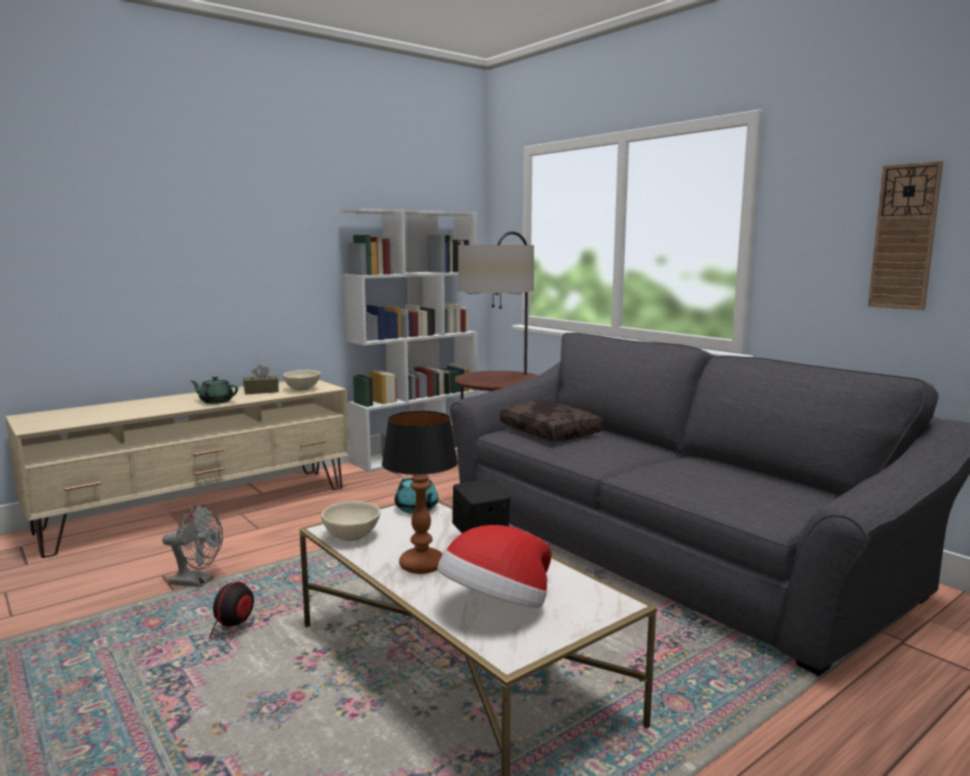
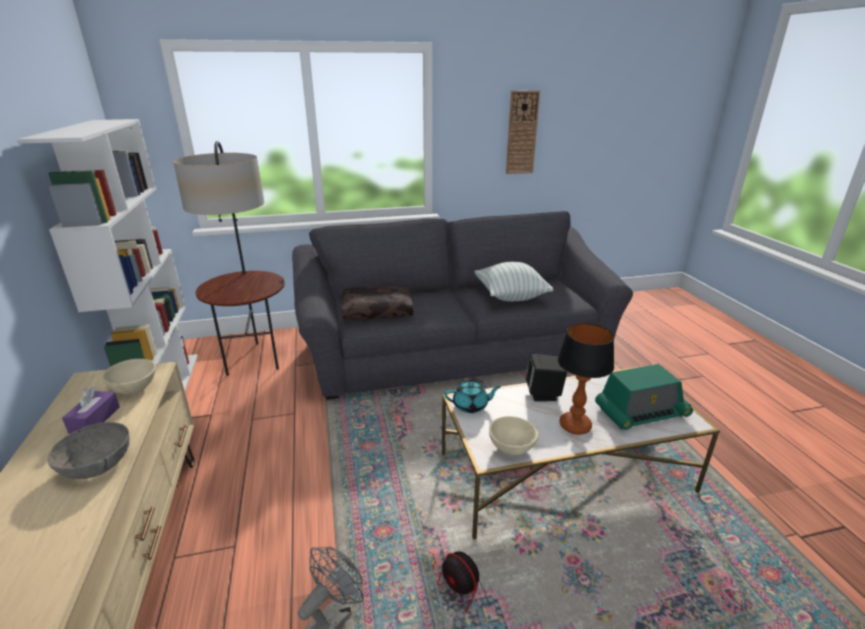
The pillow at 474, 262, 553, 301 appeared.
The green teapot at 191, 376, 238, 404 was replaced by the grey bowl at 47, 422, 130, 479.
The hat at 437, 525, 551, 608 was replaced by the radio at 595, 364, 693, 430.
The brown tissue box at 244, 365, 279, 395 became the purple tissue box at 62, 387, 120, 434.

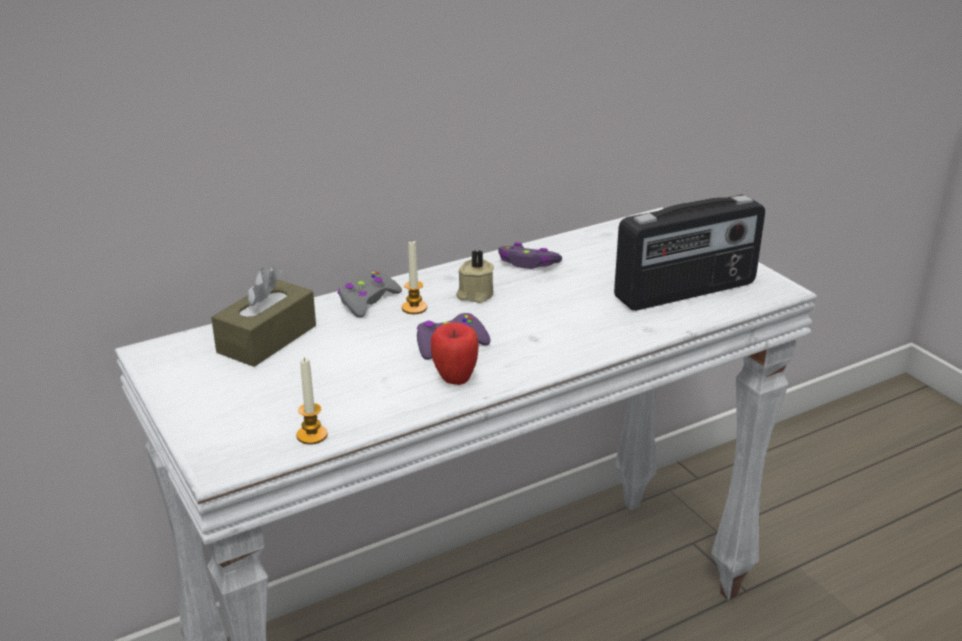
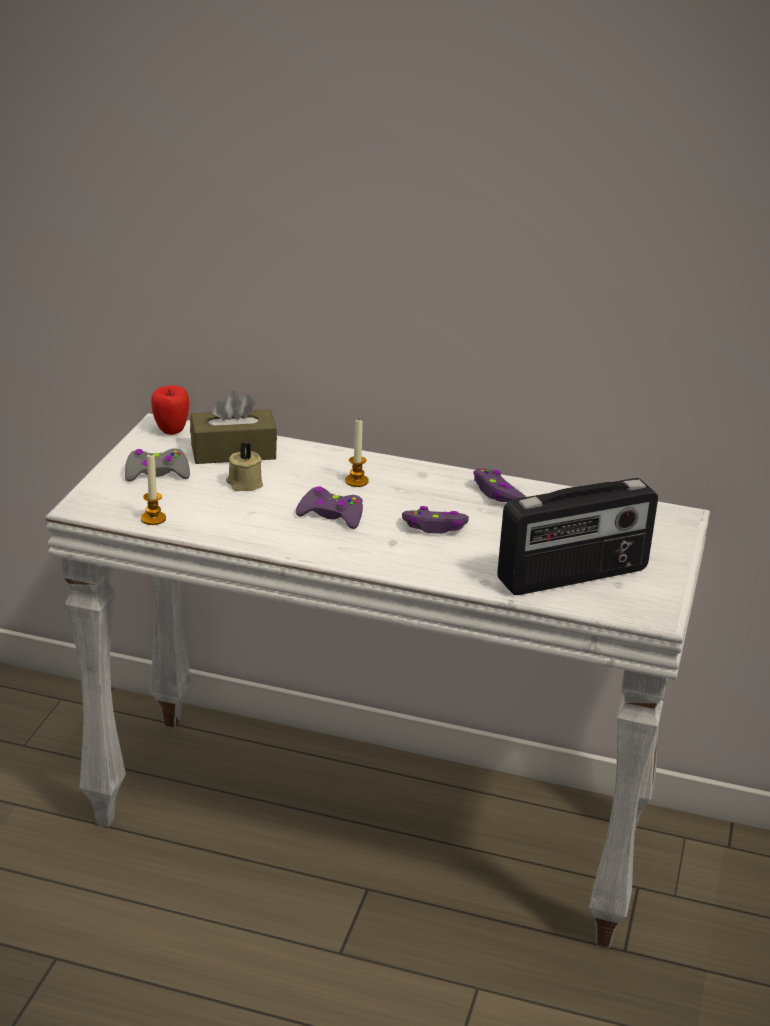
The purple game controller at 402, 506, 469, 534 appeared.
The grey game controller moved from 338, 270, 402, 318 to 125, 448, 190, 481.
The apple moved from 431, 322, 479, 385 to 151, 385, 189, 435.
The beige candle moved from 456, 250, 494, 303 to 226, 443, 263, 491.
The radio at 614, 195, 765, 311 turned 45 degrees counterclockwise.

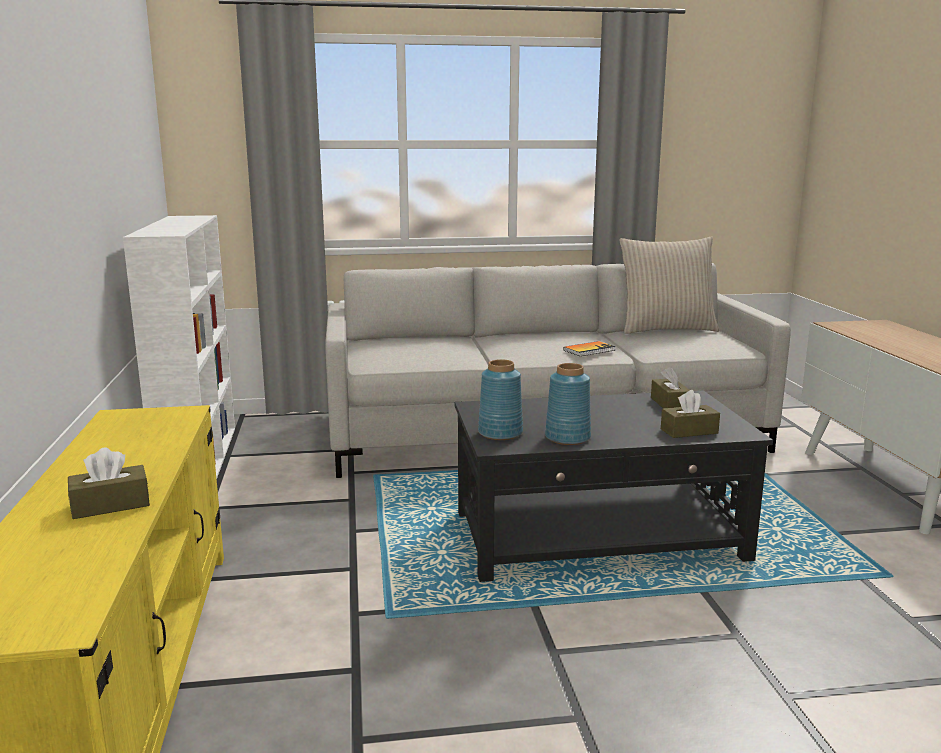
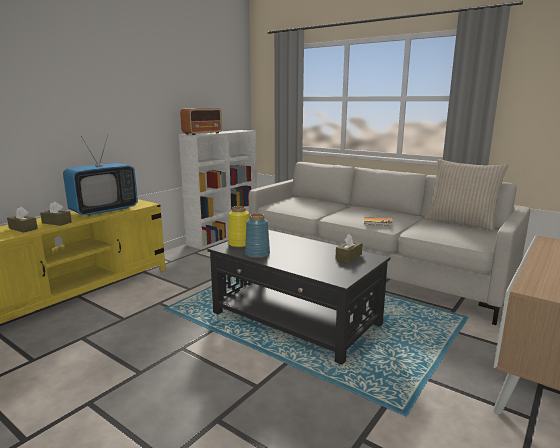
The television at 63, 135, 138, 216 appeared.
The radio at 180, 108, 222, 135 appeared.
The brown tissue box moved from 661, 390, 720, 438 to 7, 207, 38, 233.
The blue vase at 478, 359, 523, 440 became the yellow vase at 228, 206, 249, 247.

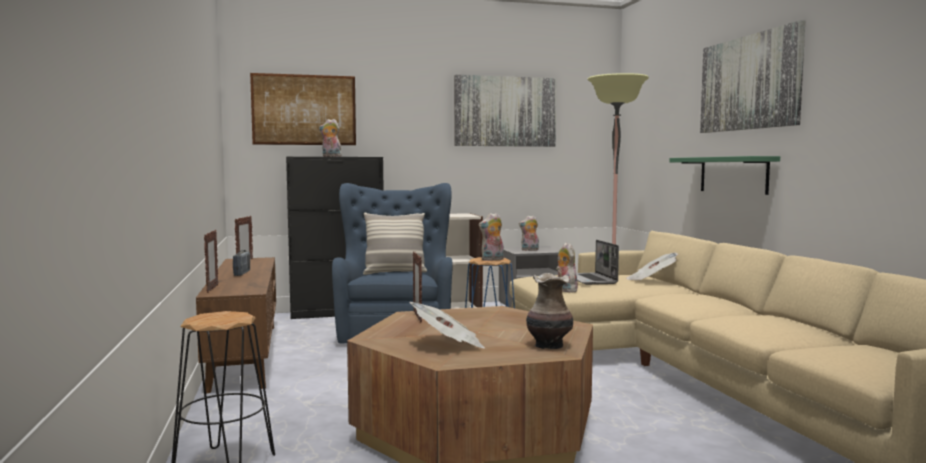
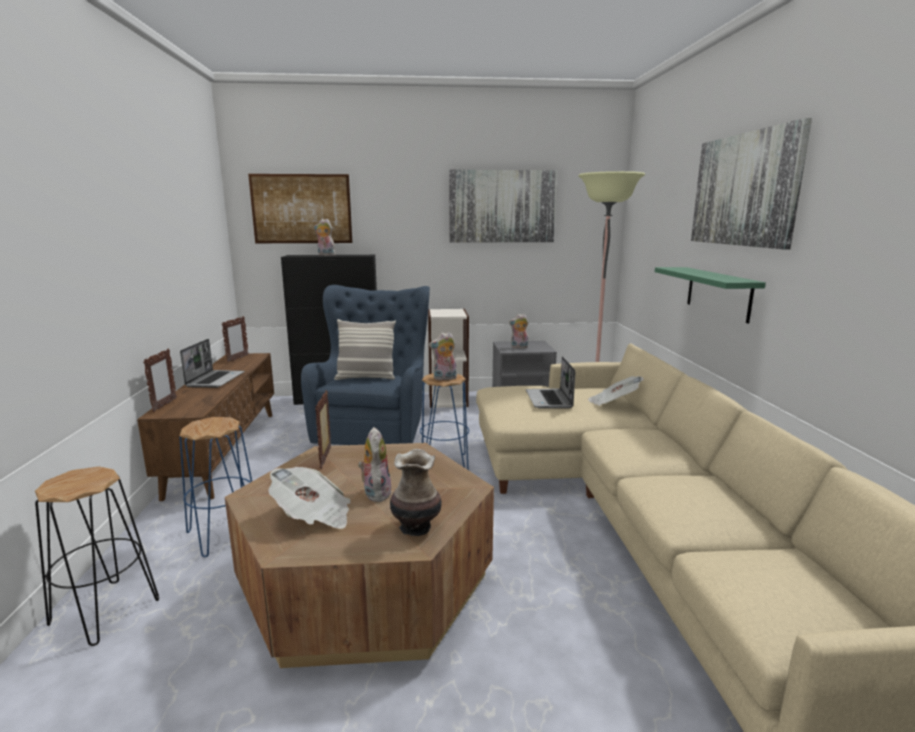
The blue stool at 179, 417, 252, 557 appeared.
The plush toy moved from 556, 243, 578, 293 to 358, 427, 392, 502.
The radio at 233, 250, 250, 276 was replaced by the laptop at 180, 339, 245, 388.

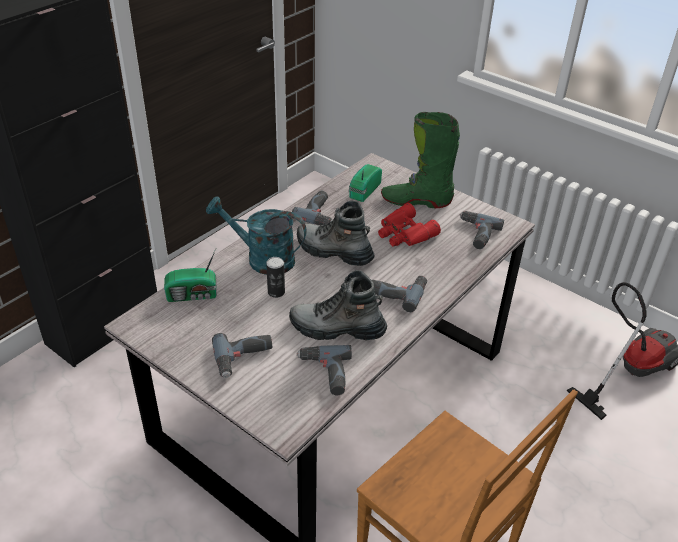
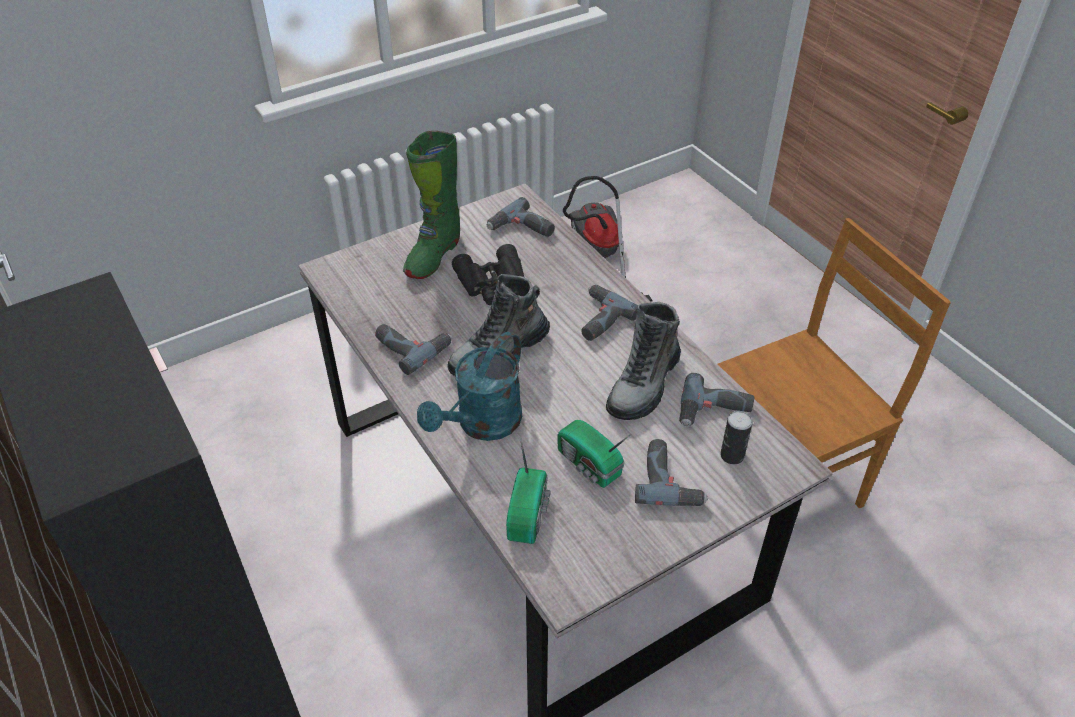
The can moved from 266, 257, 285, 298 to 720, 411, 753, 464.
The radio moved from 349, 164, 382, 202 to 557, 420, 631, 488.
The red binoculars at 378, 203, 441, 247 became the black binoculars at 452, 244, 524, 305.

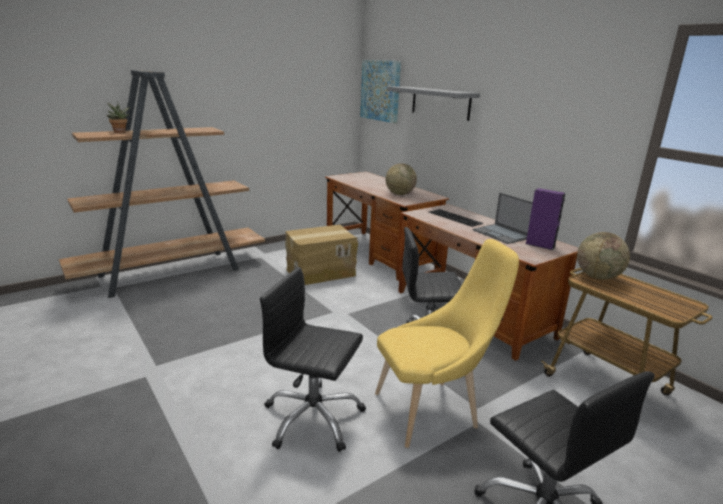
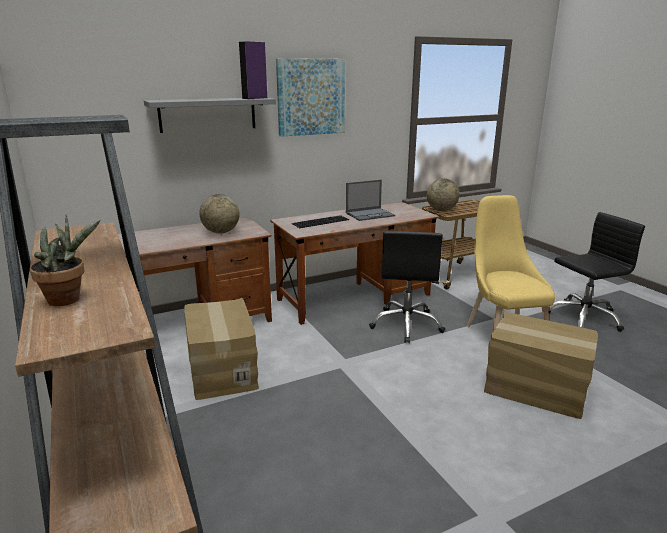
The picture moved from 360, 60, 401, 123 to 276, 58, 345, 137.
The purple speaker moved from 526, 188, 565, 250 to 239, 41, 267, 99.
The black office chair at 260, 267, 366, 452 was replaced by the cardboard box at 484, 312, 598, 419.

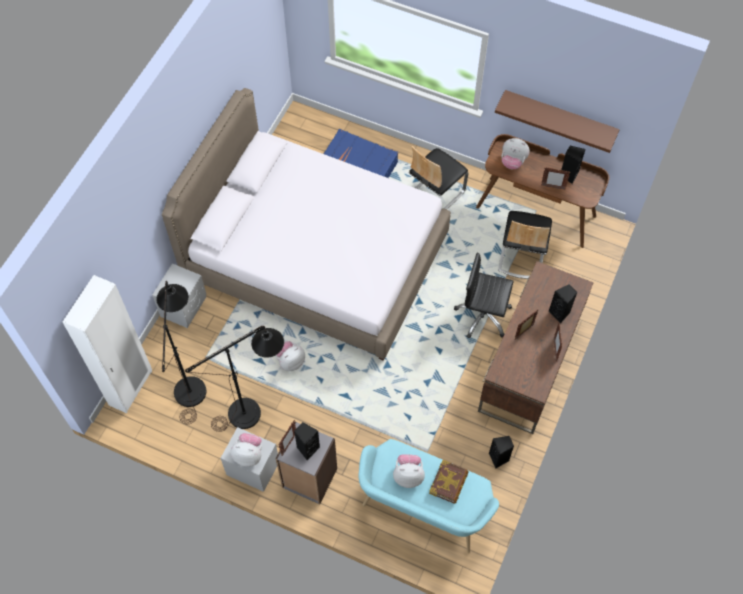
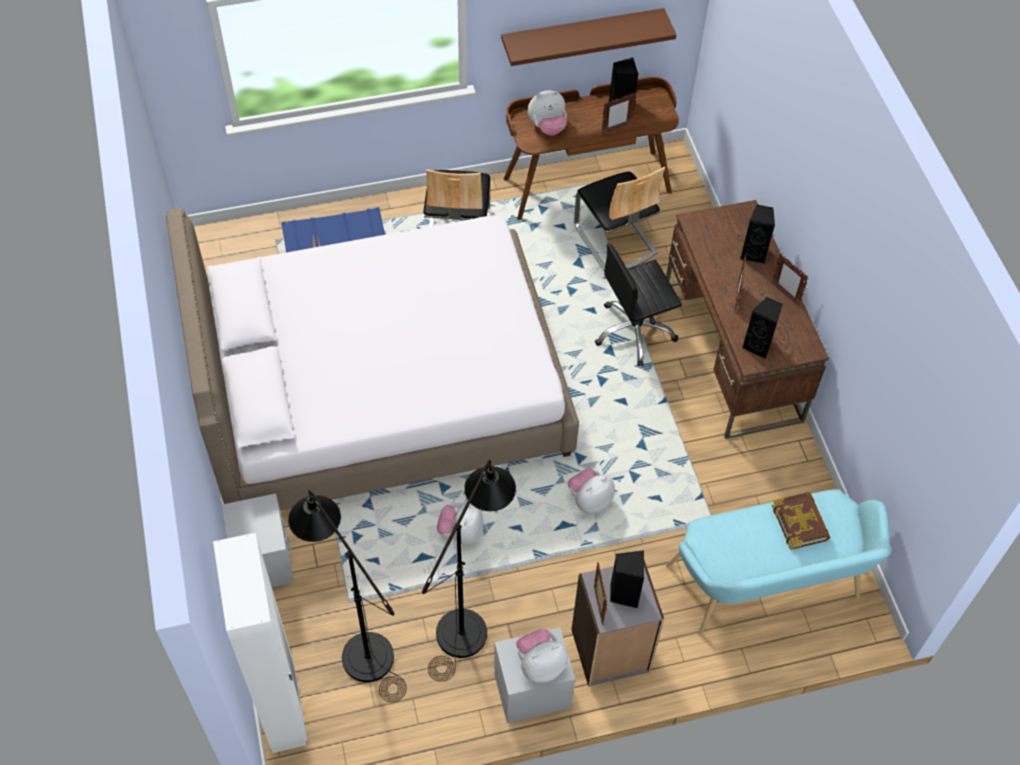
The plush toy moved from 393, 454, 425, 488 to 568, 468, 615, 514.
The black speaker moved from 489, 436, 514, 468 to 742, 297, 783, 359.

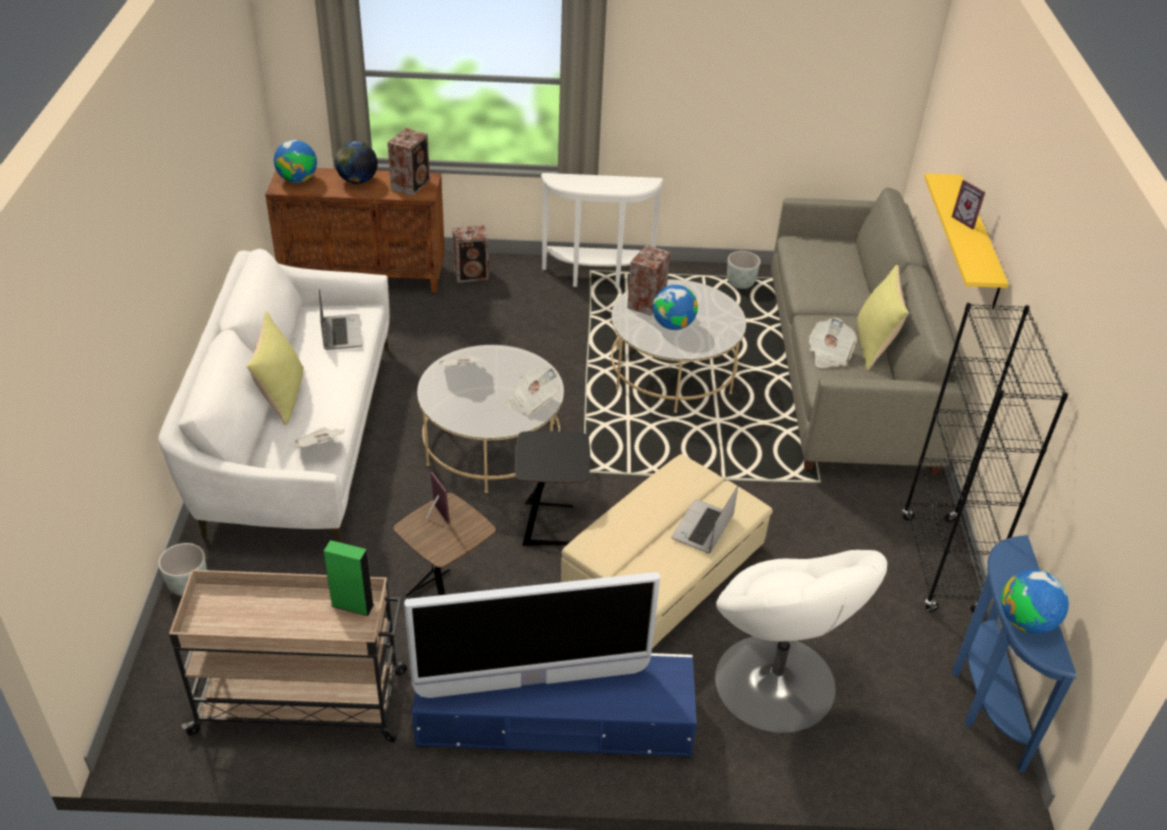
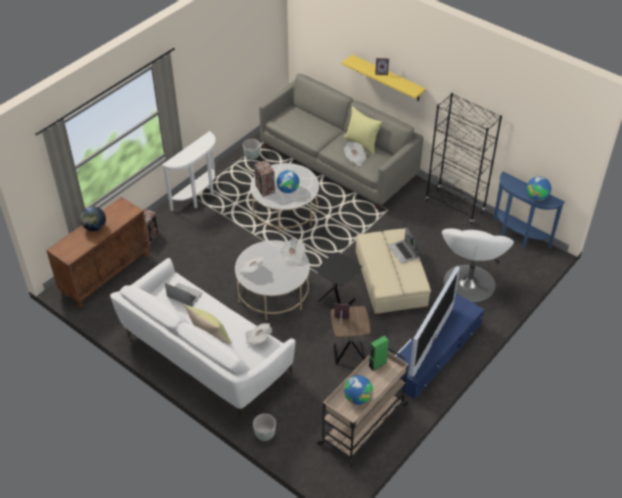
The speaker at 387, 128, 430, 196 disappeared.
The globe moved from 274, 140, 317, 183 to 344, 375, 373, 405.
The white armchair at 715, 550, 887, 733 turned 90 degrees clockwise.

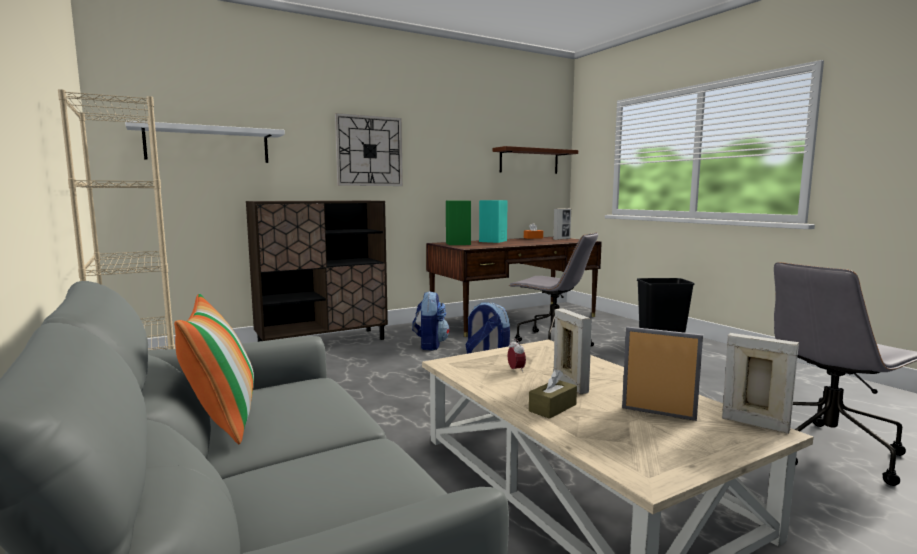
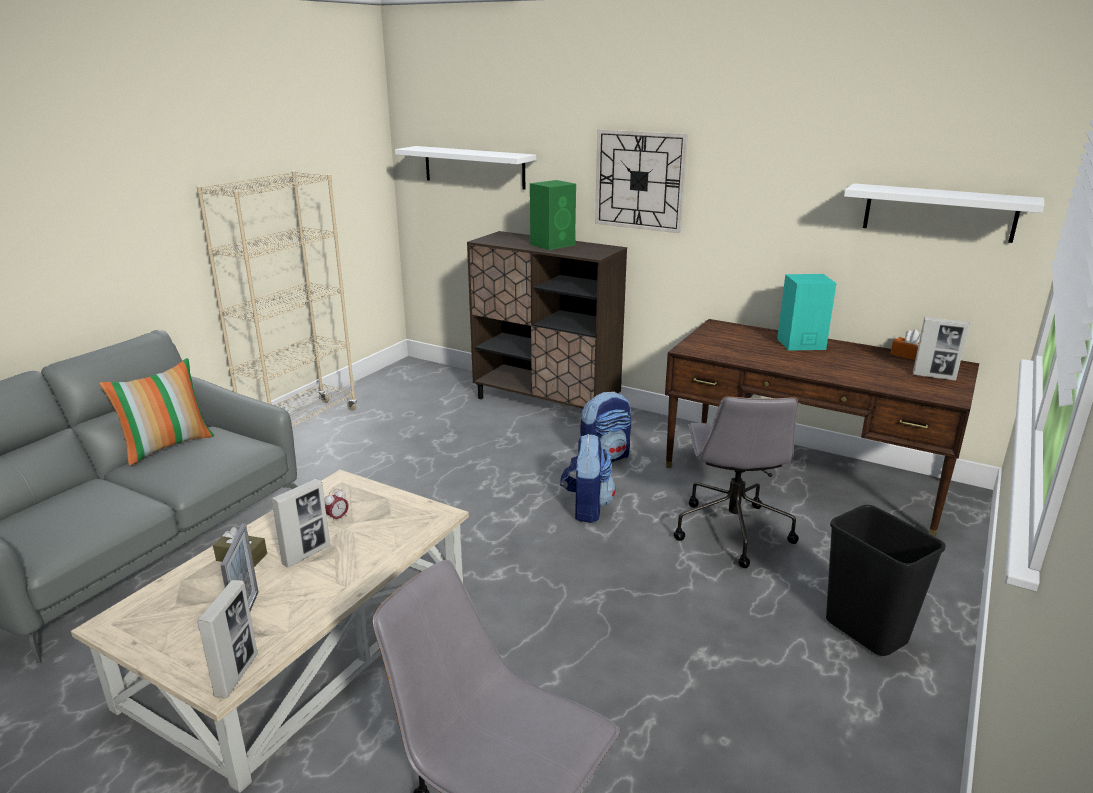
The green speaker moved from 446, 201, 471, 245 to 530, 180, 576, 250.
The brown shelf at 493, 146, 578, 174 became the white shelf at 844, 183, 1044, 243.

